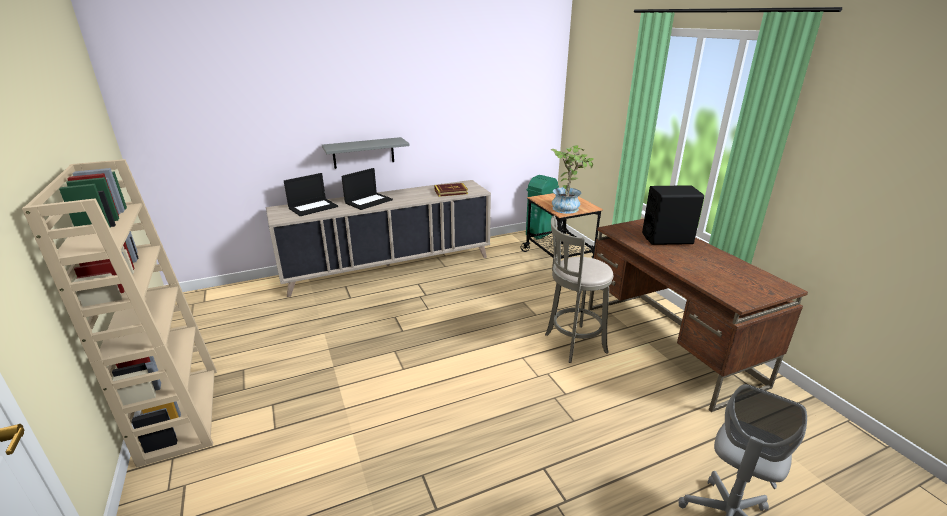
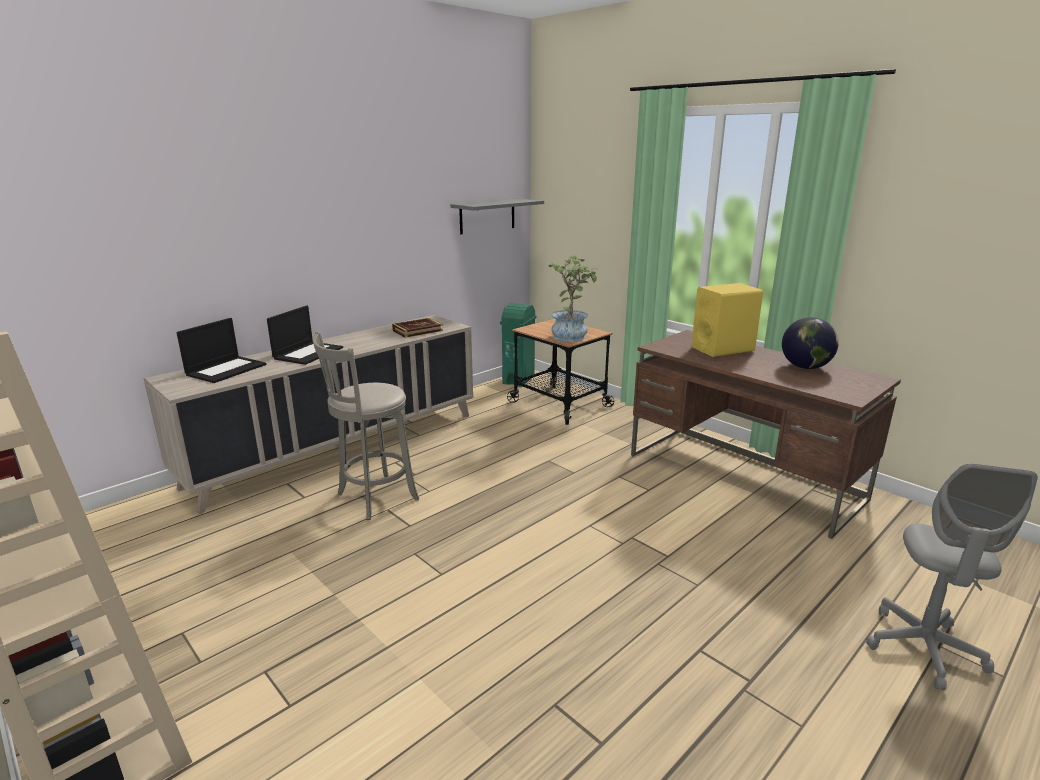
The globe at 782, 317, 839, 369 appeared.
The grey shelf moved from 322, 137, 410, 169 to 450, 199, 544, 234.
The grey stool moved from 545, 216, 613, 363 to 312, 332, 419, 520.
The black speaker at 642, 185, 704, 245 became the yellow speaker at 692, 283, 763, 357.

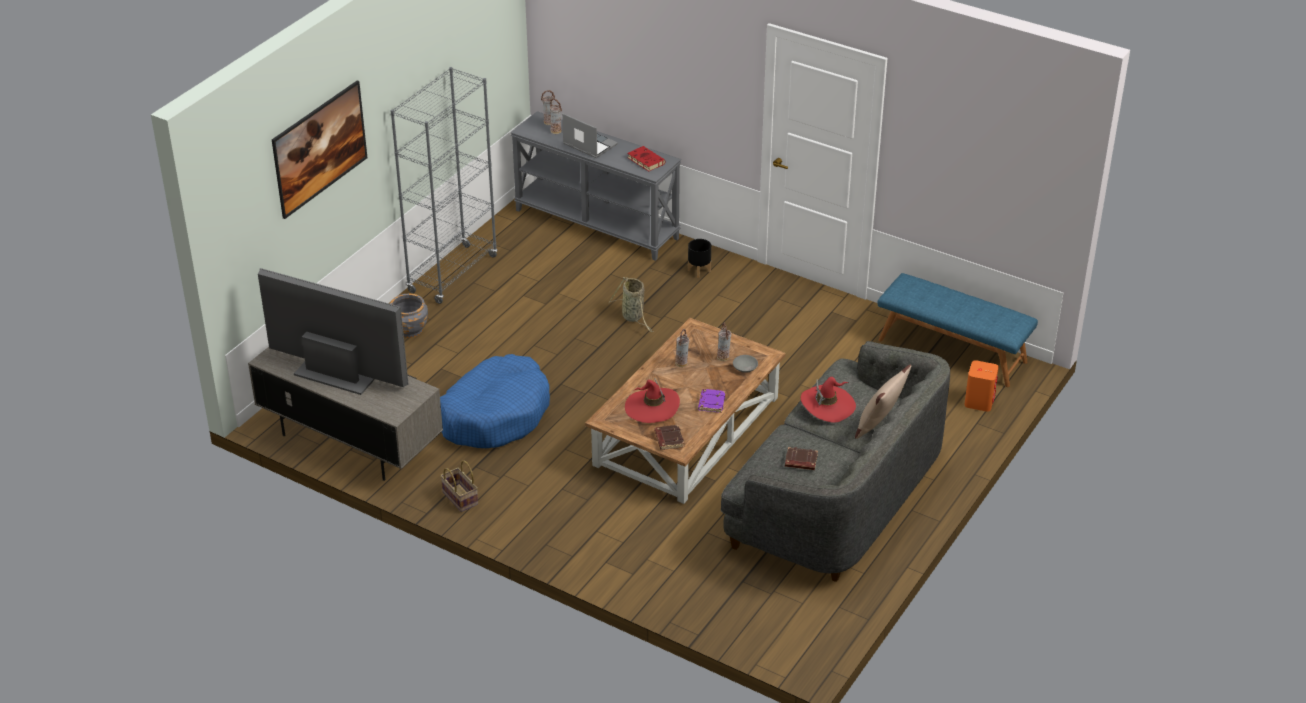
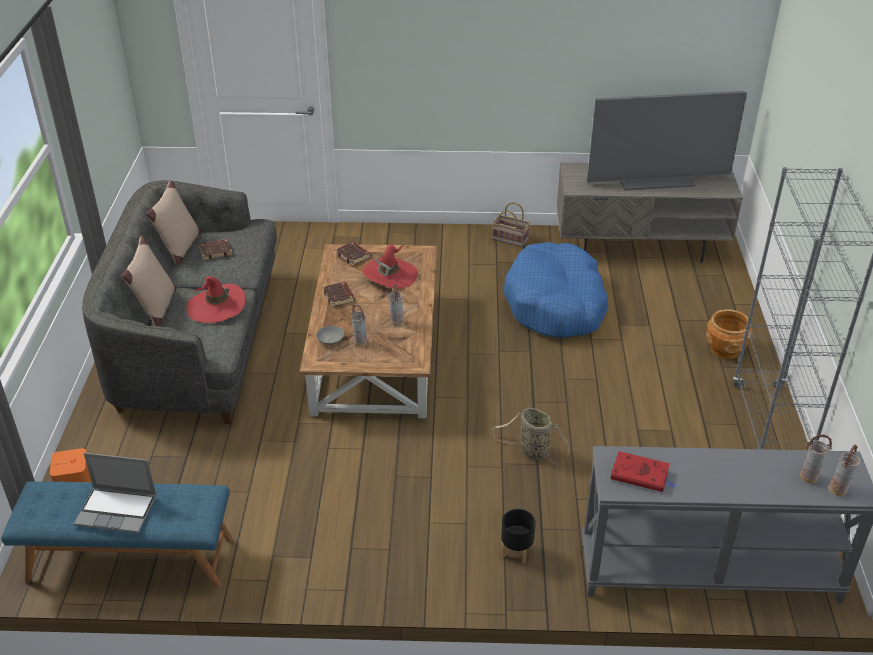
The picture at 272, 80, 368, 219 disappeared.
The beige pillow at 146, 180, 201, 265 appeared.
The laptop moved from 562, 113, 618, 158 to 74, 453, 157, 533.
The grey planter at 390, 294, 428, 338 became the brown planter at 706, 309, 752, 359.
The purple book at 698, 389, 725, 413 became the brown book at 323, 282, 355, 307.

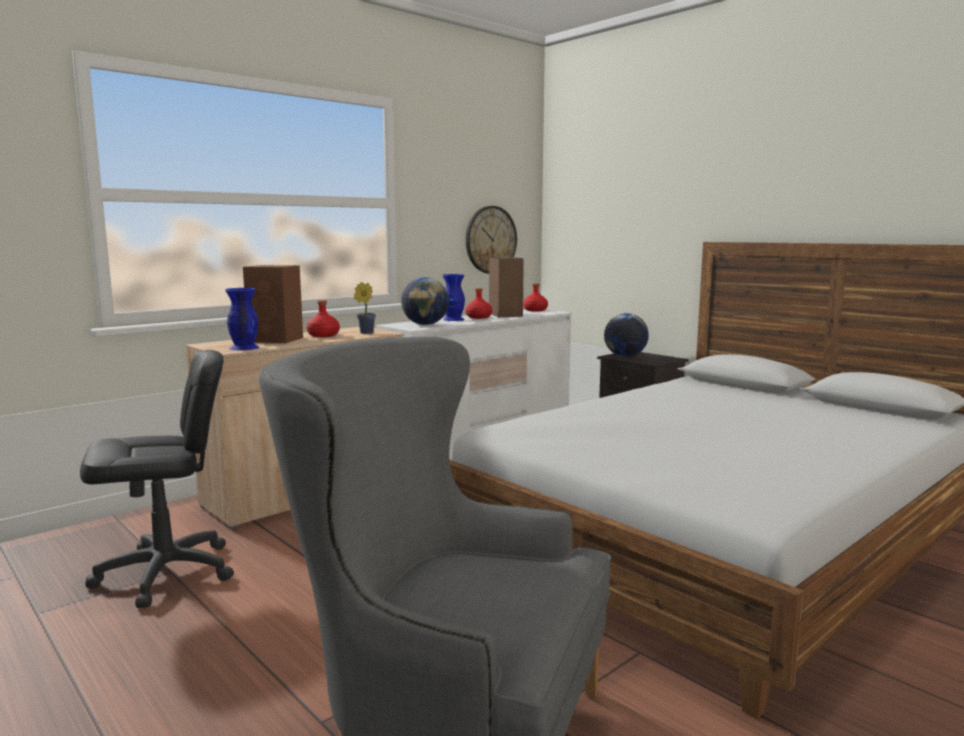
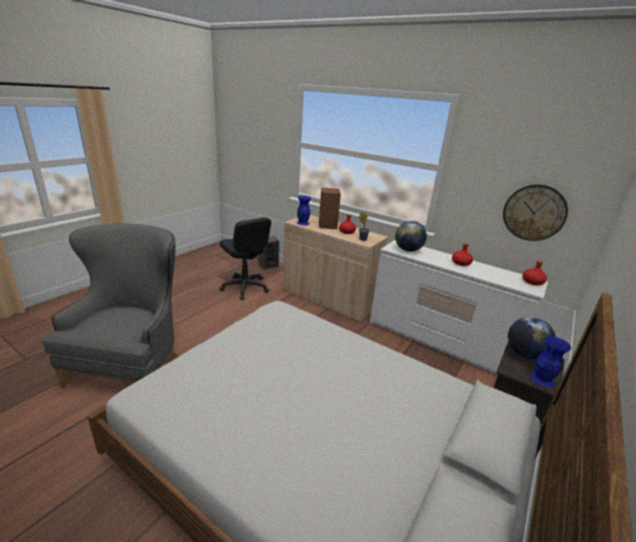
The blue vase moved from 442, 274, 465, 321 to 530, 336, 571, 387.
The speaker moved from 489, 257, 524, 317 to 259, 236, 279, 270.

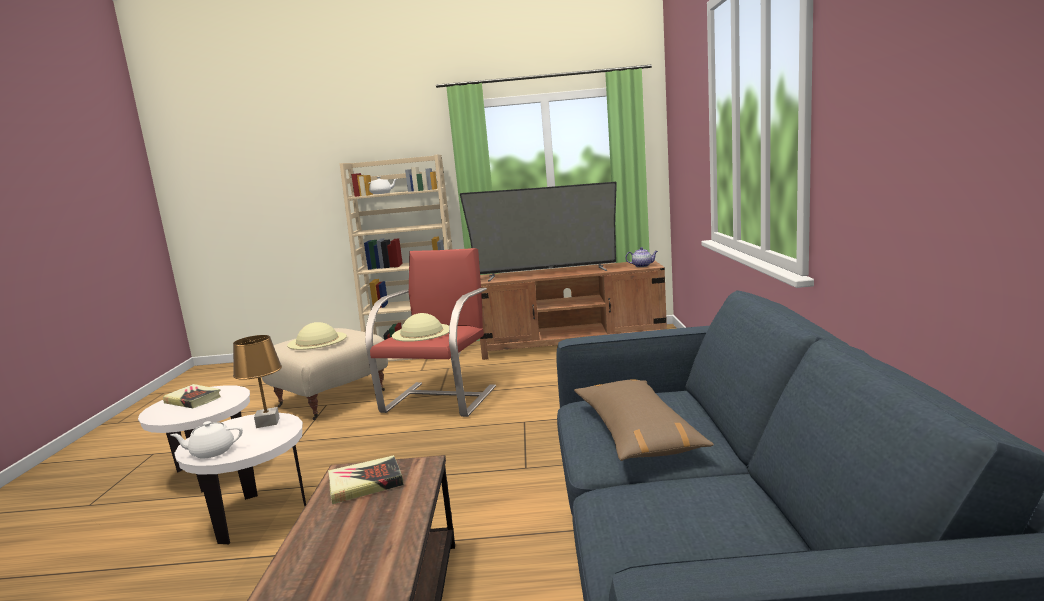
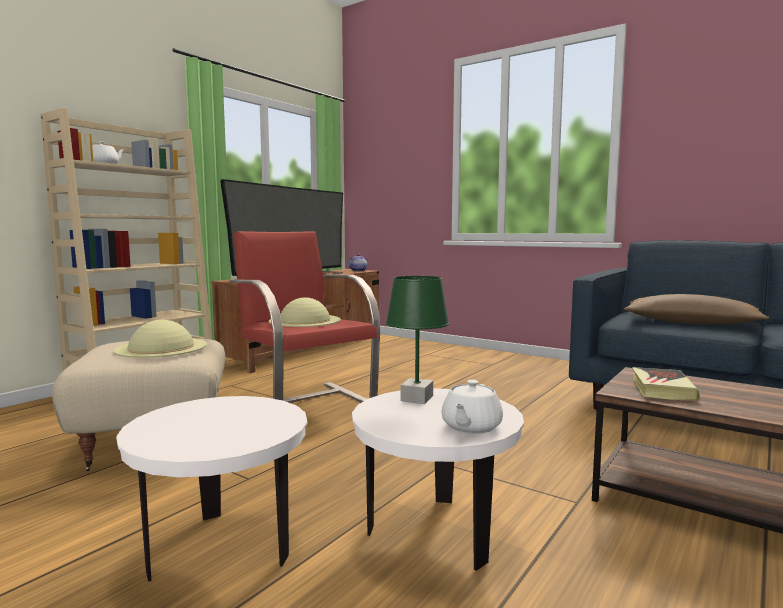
The book at 163, 384, 221, 408 disappeared.
The brown table lamp at 233, 335, 282, 428 became the green table lamp at 386, 276, 449, 404.

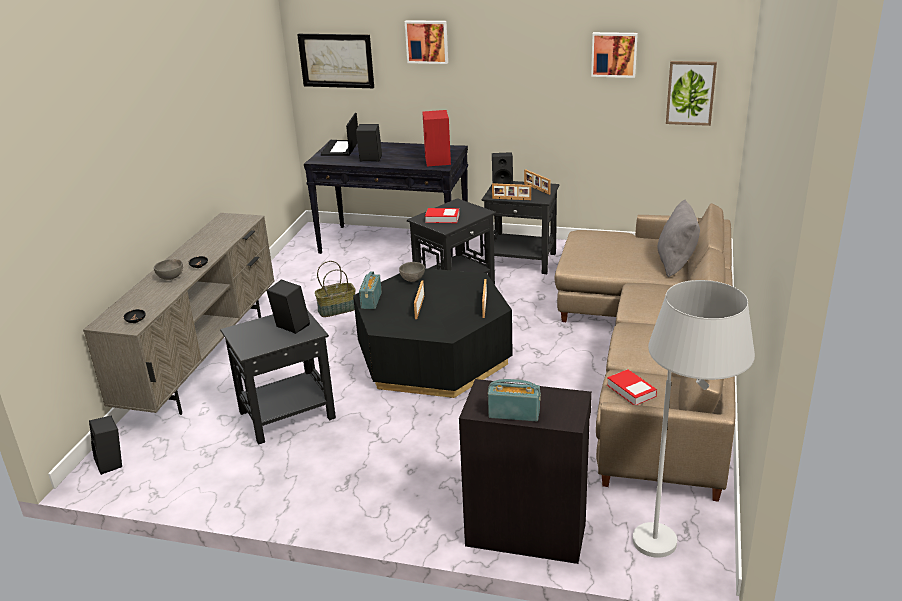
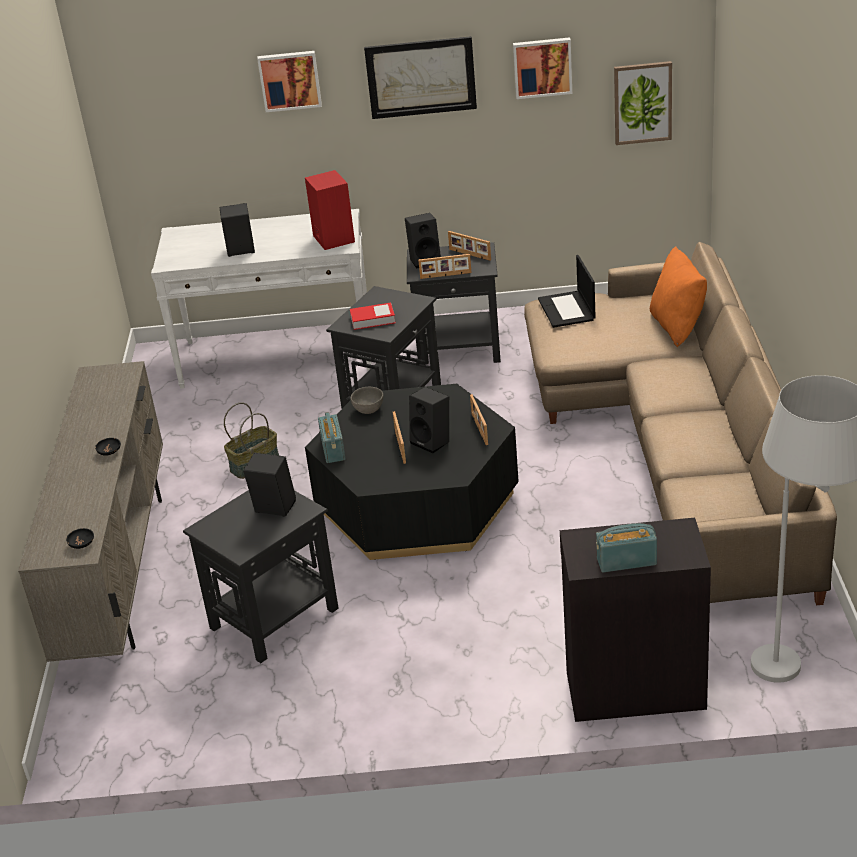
The grey bowl at 154, 259, 183, 280 disappeared.
The book at 607, 369, 657, 405 disappeared.
The black speaker moved from 89, 416, 122, 475 to 409, 387, 449, 453.
The picture moved from 297, 34, 374, 88 to 364, 36, 477, 119.
The laptop moved from 321, 113, 358, 156 to 538, 255, 596, 328.
The black console table at 304, 140, 468, 257 became the white console table at 151, 209, 371, 389.
The grey pillow at 657, 199, 700, 277 became the orange pillow at 650, 246, 707, 347.

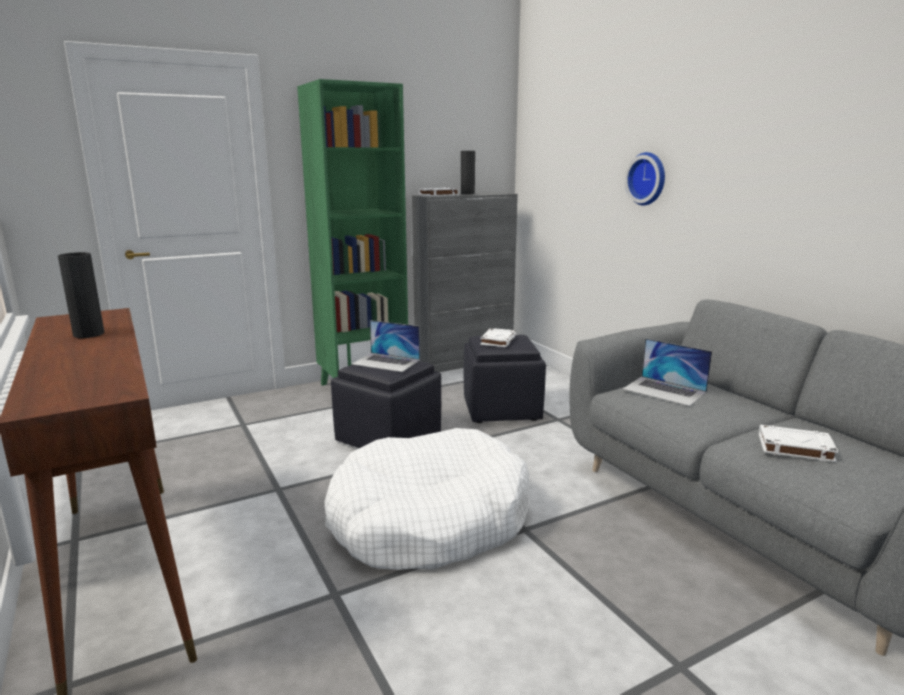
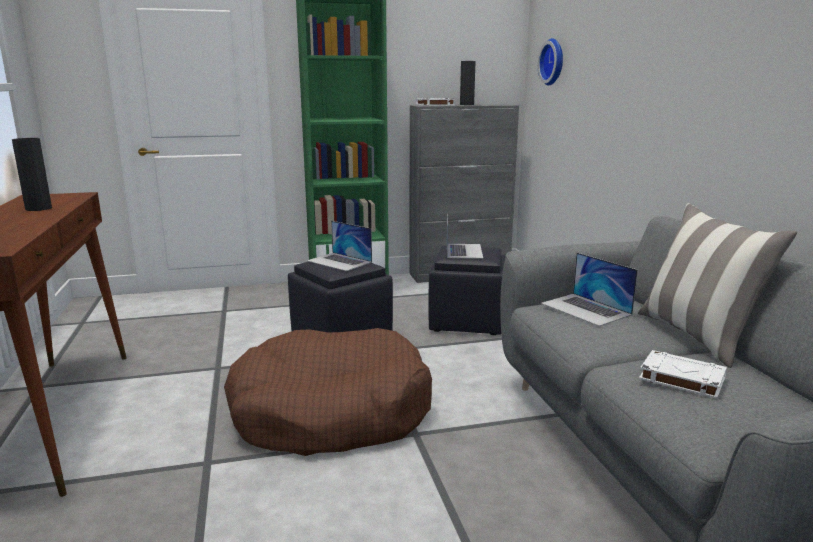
The pillow at 638, 203, 797, 368 appeared.
The wall clock moved from 625, 152, 665, 205 to 538, 38, 563, 86.
The white book at 480, 328, 516, 347 was replaced by the laptop at 447, 213, 483, 259.
The white dog bed at 325, 428, 530, 570 became the brown dog bed at 224, 328, 432, 456.

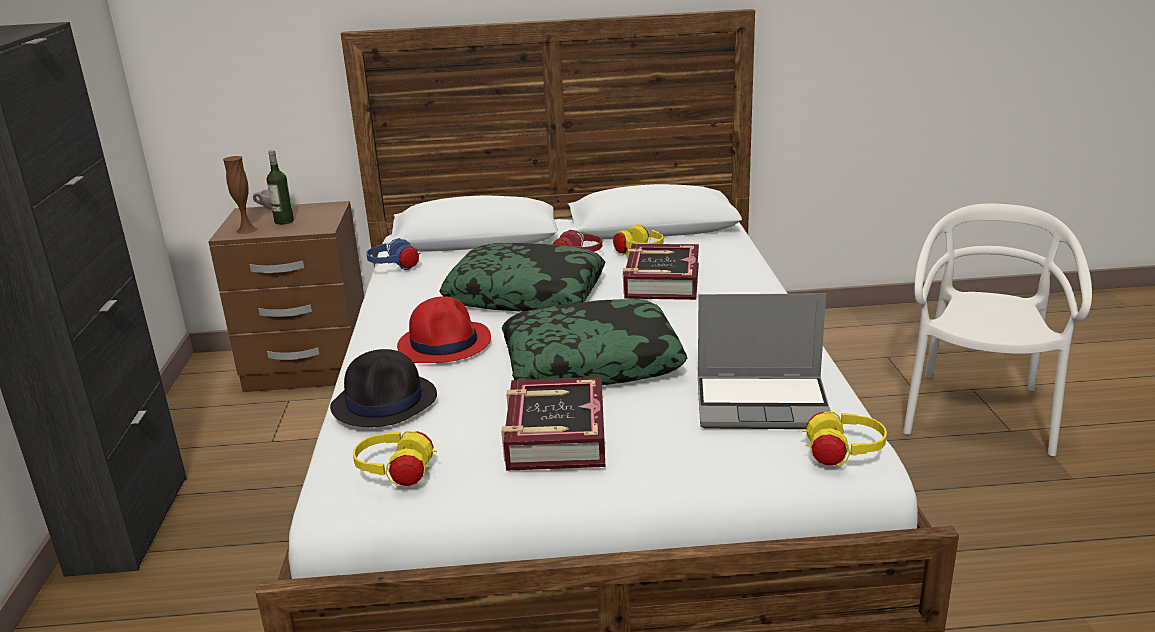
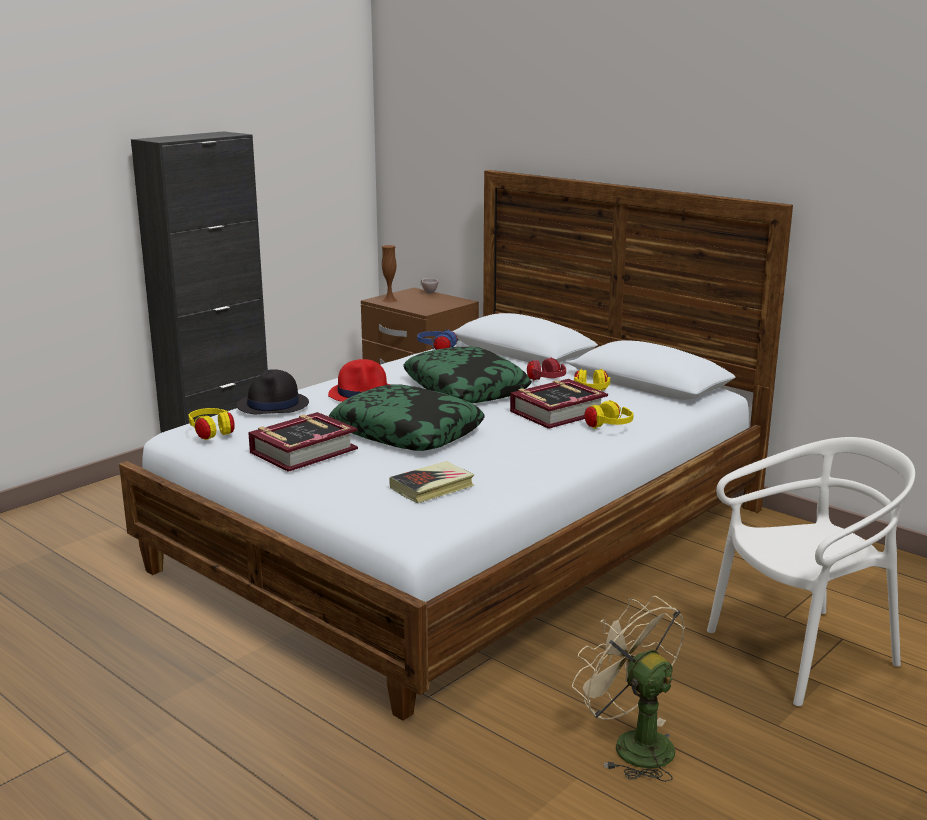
The bottle at 267, 150, 294, 225 disappeared.
The beige fan at 572, 596, 685, 782 appeared.
The yellow headphones moved from 802, 412, 887, 466 to 584, 400, 634, 429.
The laptop at 698, 294, 831, 429 was replaced by the book at 390, 461, 474, 503.

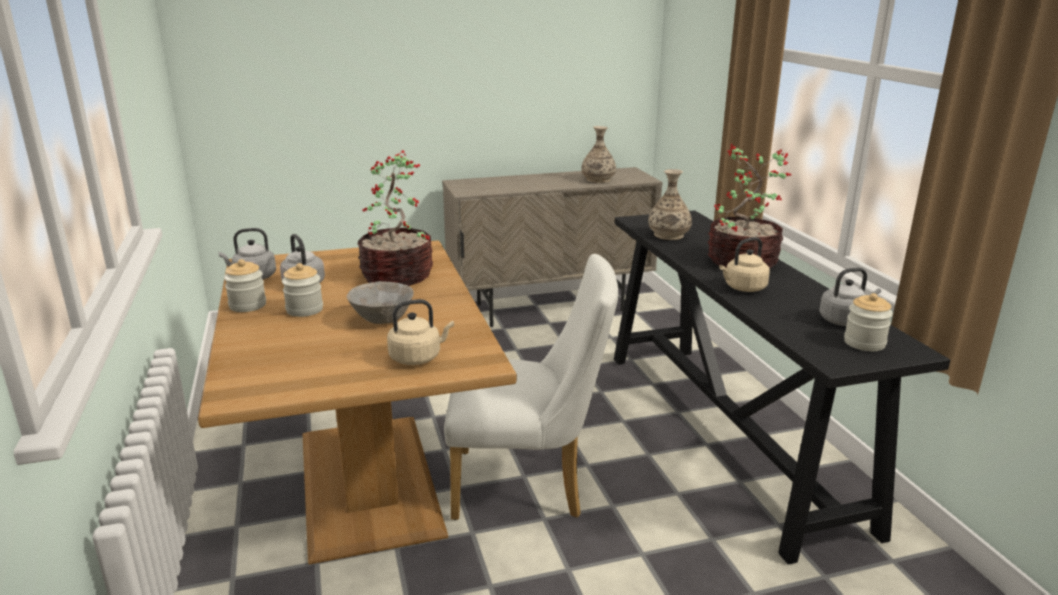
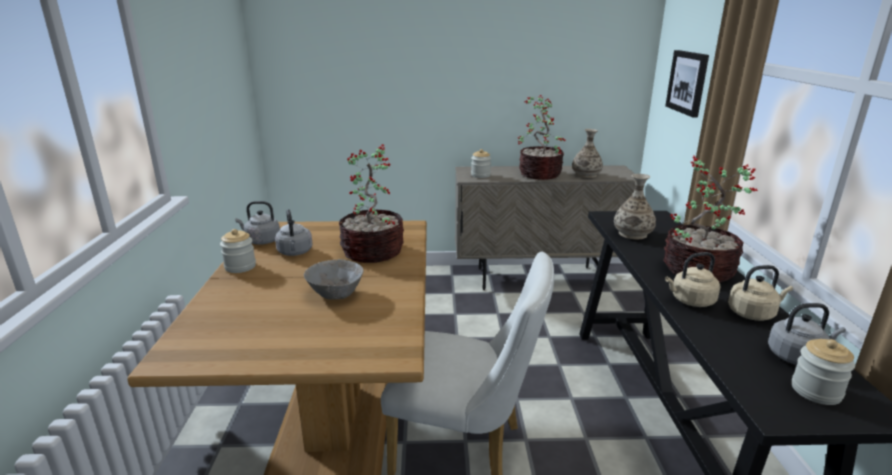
The potted plant at 518, 95, 566, 180 appeared.
The picture at 665, 50, 709, 118 appeared.
The jar moved from 282, 263, 323, 317 to 471, 149, 491, 178.
The beige kettle moved from 387, 299, 454, 365 to 728, 265, 793, 321.

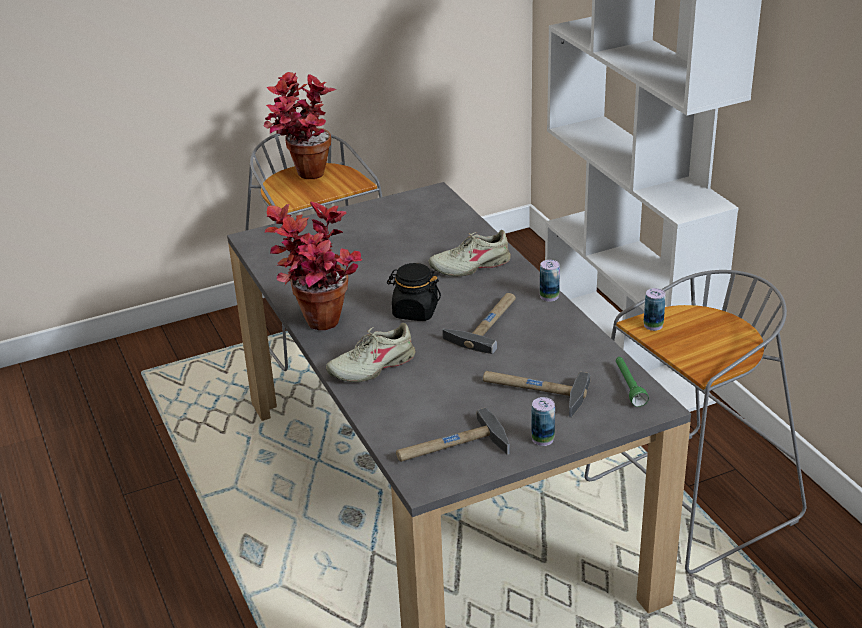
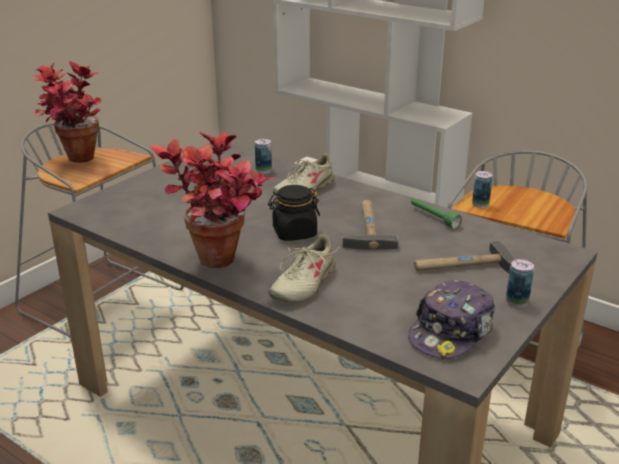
The can moved from 540, 260, 560, 302 to 255, 139, 272, 174.
The green flashlight moved from 616, 357, 649, 407 to 411, 198, 462, 229.
The hammer at 396, 408, 510, 462 was replaced by the cap at 408, 280, 495, 359.

